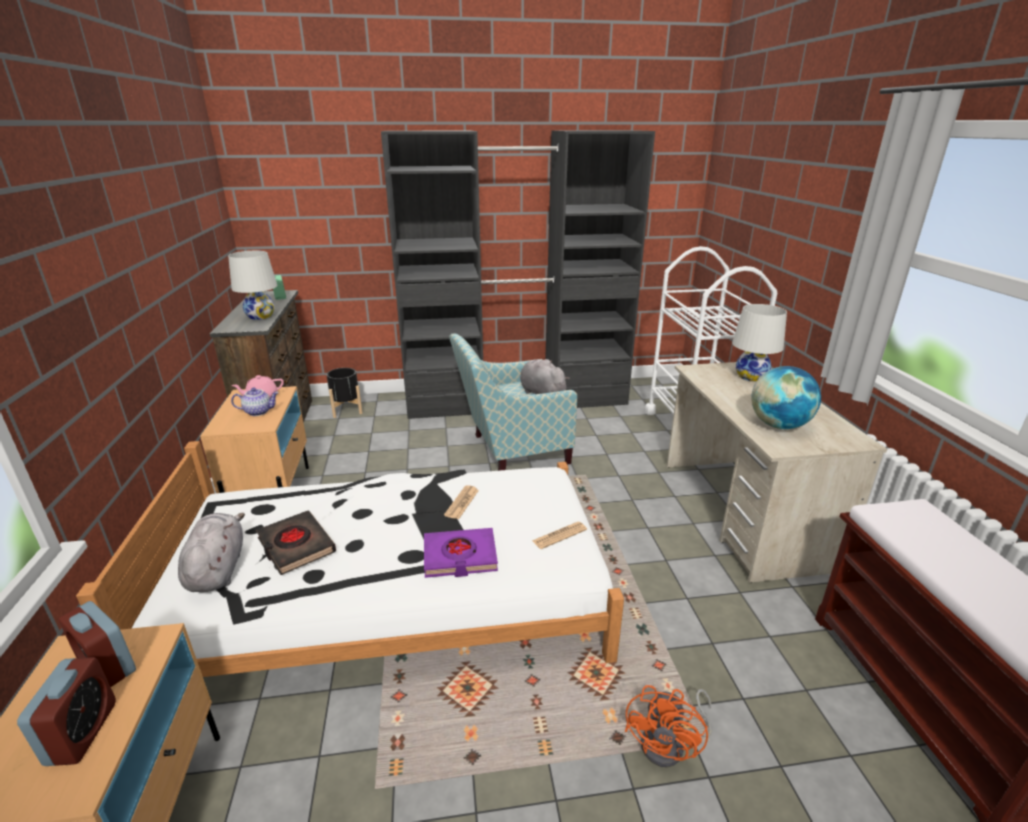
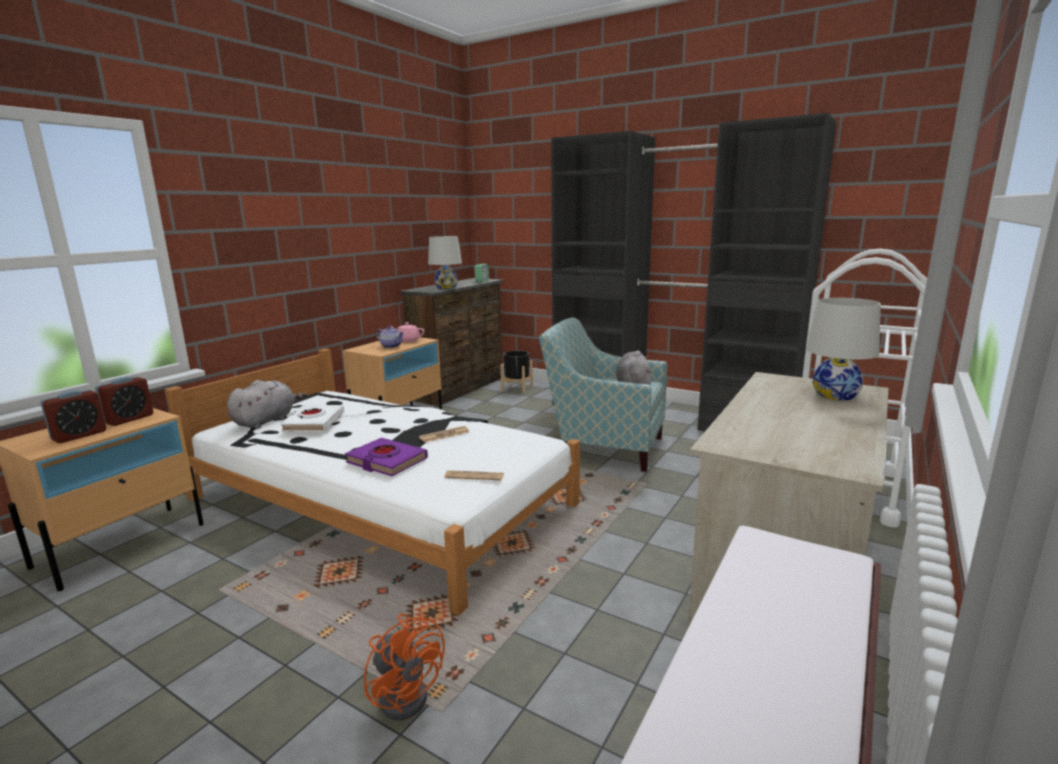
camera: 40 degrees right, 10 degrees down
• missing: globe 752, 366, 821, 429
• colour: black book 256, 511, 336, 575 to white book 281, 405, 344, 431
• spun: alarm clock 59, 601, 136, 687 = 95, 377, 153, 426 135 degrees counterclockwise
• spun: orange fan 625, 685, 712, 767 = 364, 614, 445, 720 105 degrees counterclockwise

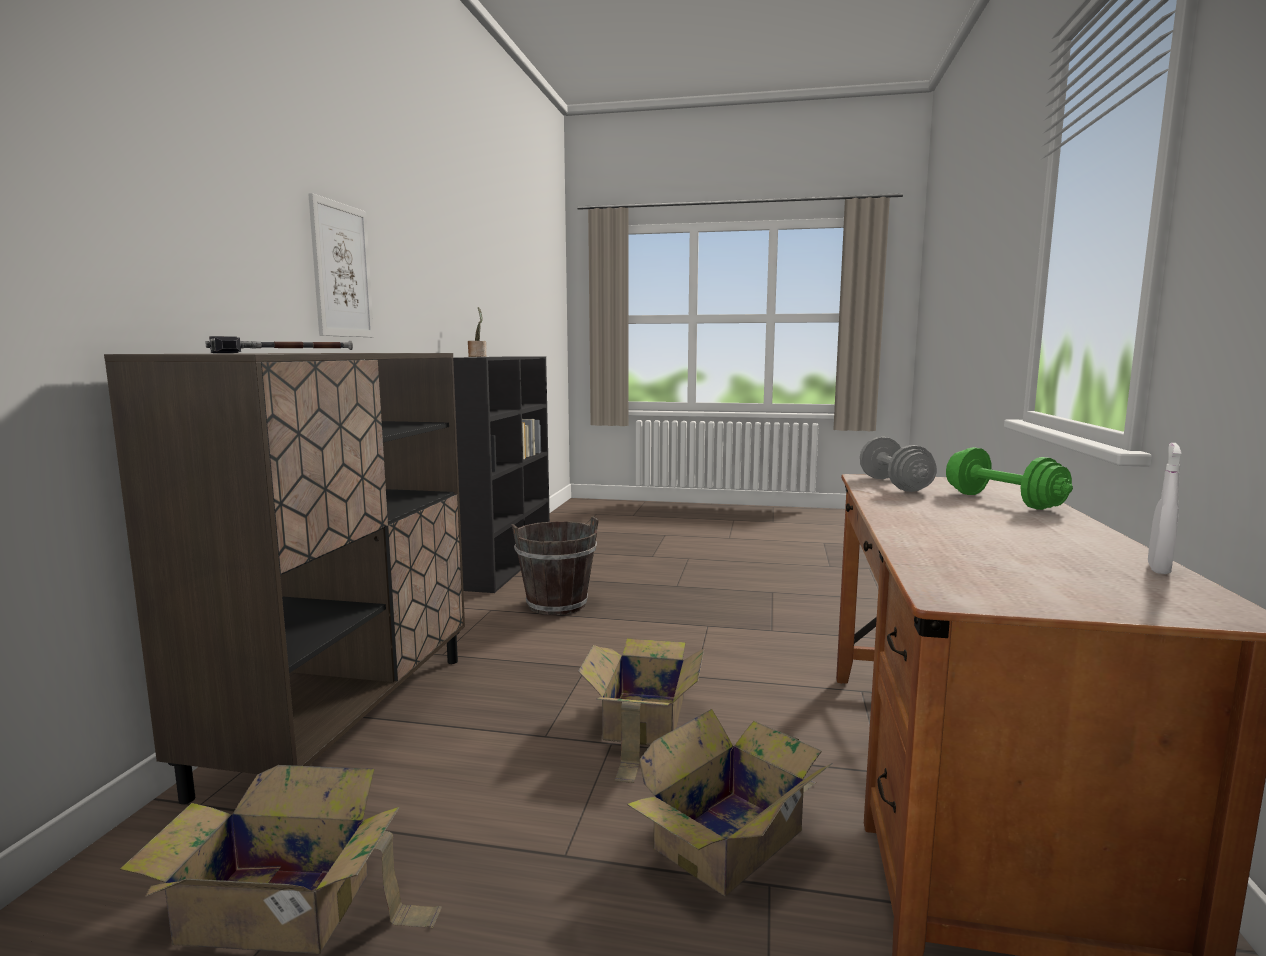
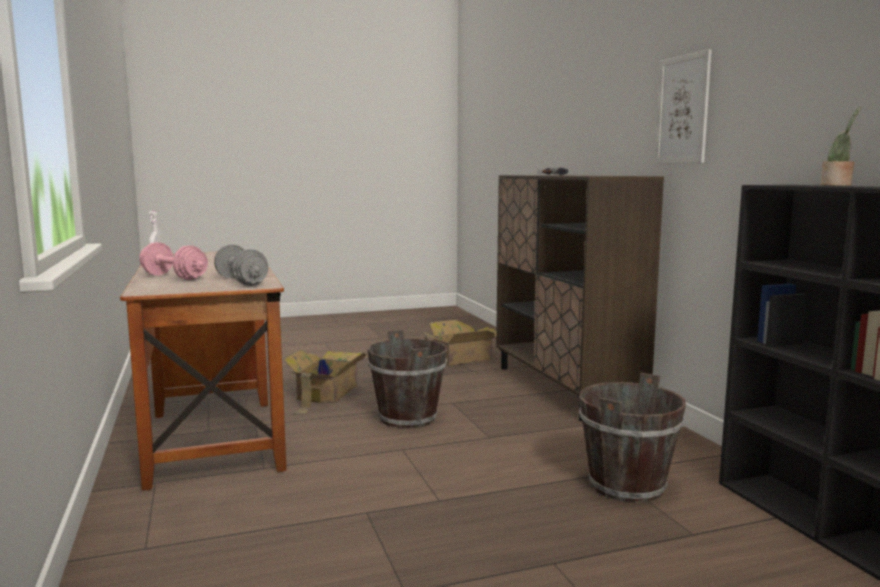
camera: 150 degrees right, 0 degrees up
• colour: green dumbbell 946, 447, 1073, 510 to pink dumbbell 139, 242, 208, 280
• exchanged: cardboard box 578, 638, 704, 783 to brown bucket 367, 330, 447, 429

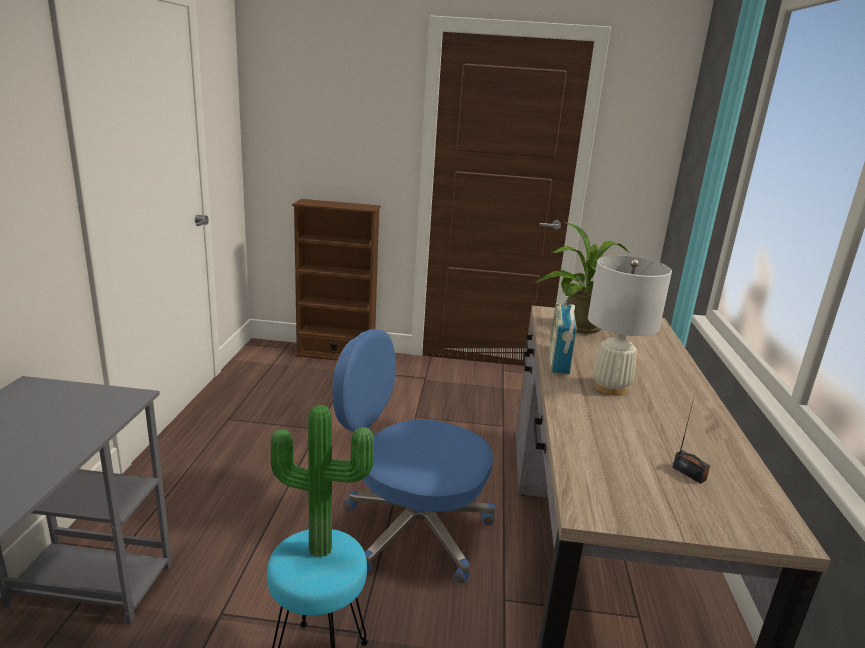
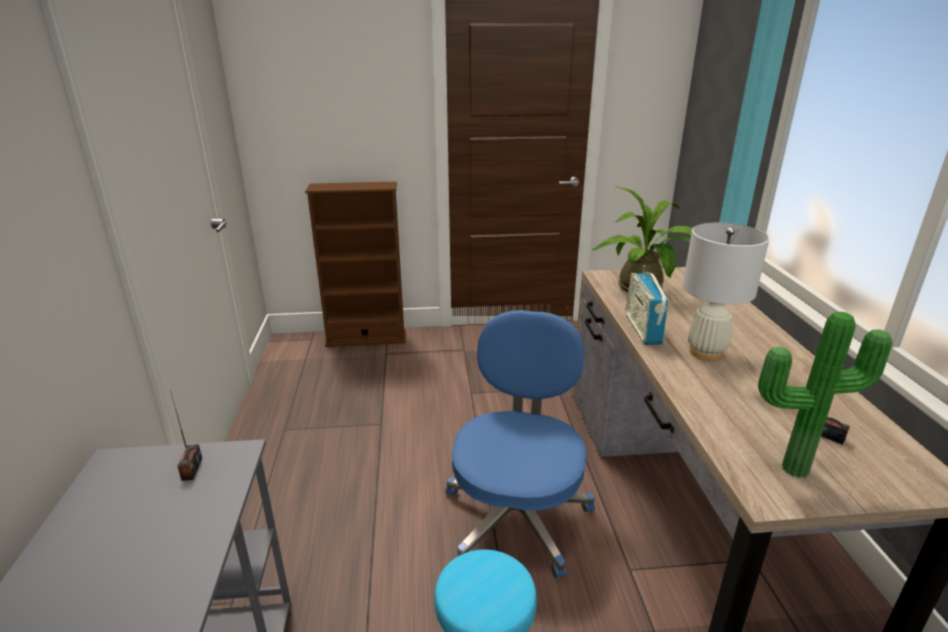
camera: 10 degrees left, 5 degrees up
• spun: blue office chair 332, 329, 495, 584 = 445, 310, 595, 578 90 degrees clockwise
• relocated: potted plant 271, 405, 374, 558 to 758, 312, 892, 478
• appeared: radio 170, 390, 202, 481

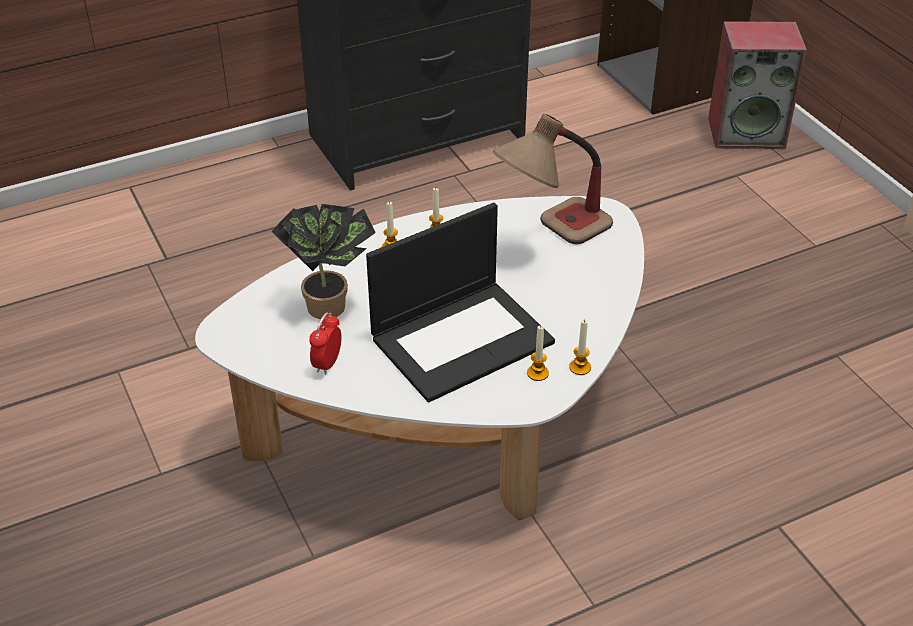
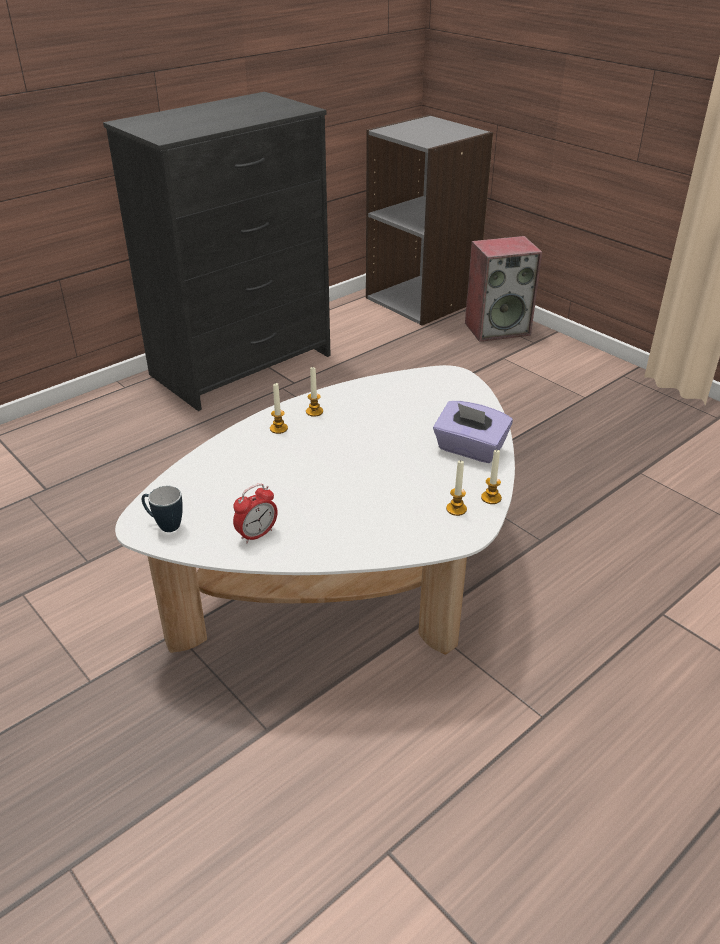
camera: 15 degrees left, 5 degrees down
• missing: table lamp 493, 114, 613, 244
• missing: laptop 366, 203, 555, 403
• missing: potted plant 271, 204, 376, 319
• spun: alarm clock 309, 313, 342, 375 = 233, 483, 278, 543 135 degrees counterclockwise
• appeared: purple tissue box 433, 401, 513, 463
• appeared: mug 142, 486, 183, 532

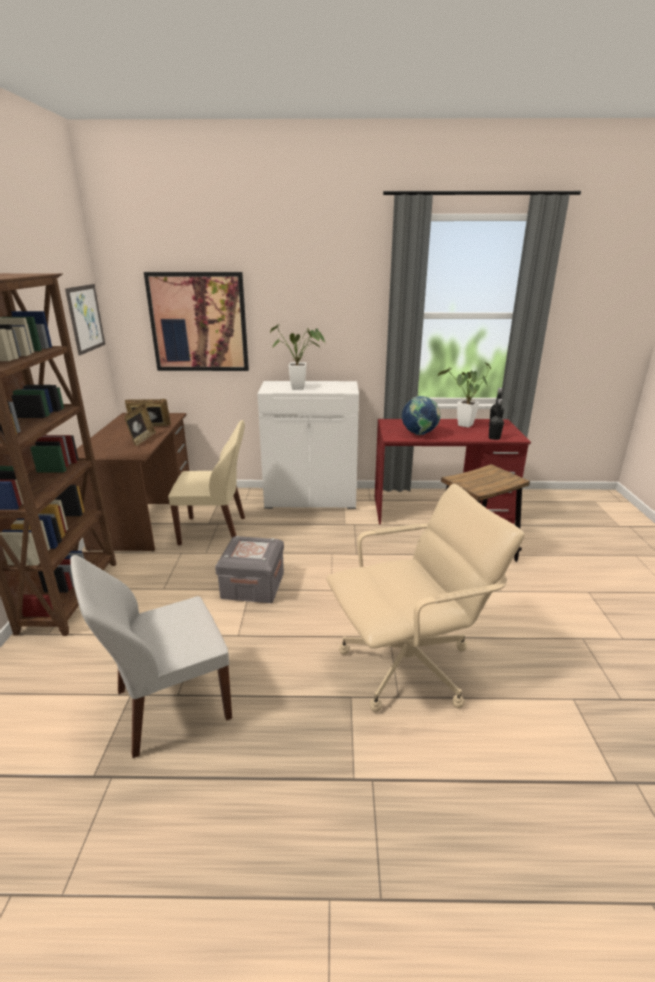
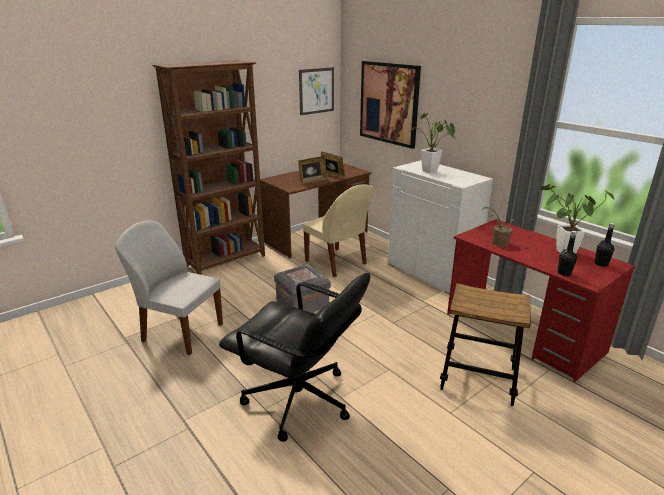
camera: 50 degrees right, 0 degrees up
• exchanged: globe 402, 396, 441, 435 to potted plant 482, 207, 514, 247
• colour: beige office chair 326, 484, 524, 712 to black office chair 219, 273, 370, 442

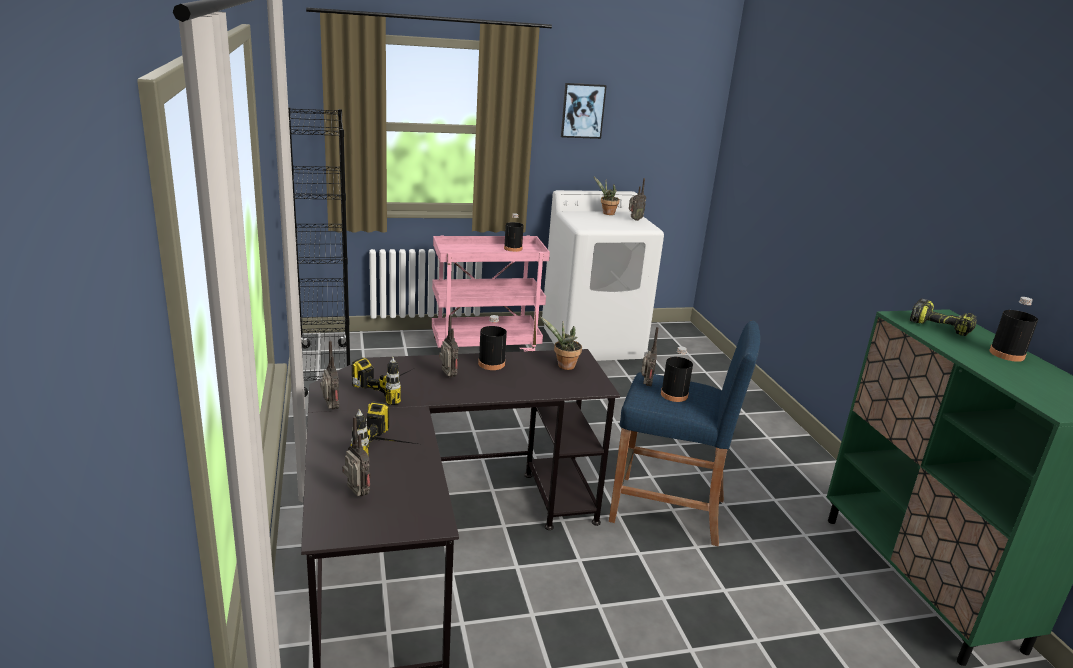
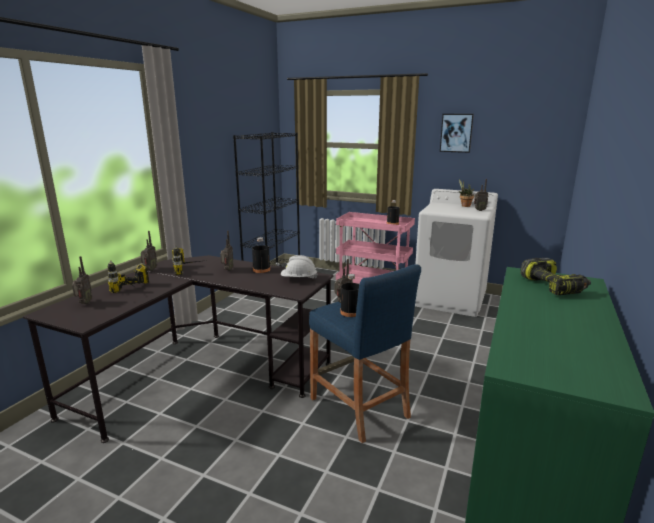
camera: 40 degrees right, 5 degrees down
• missing: black bottle 989, 297, 1038, 362
• exchanged: potted plant 539, 316, 582, 370 to white hard hat 281, 255, 317, 279

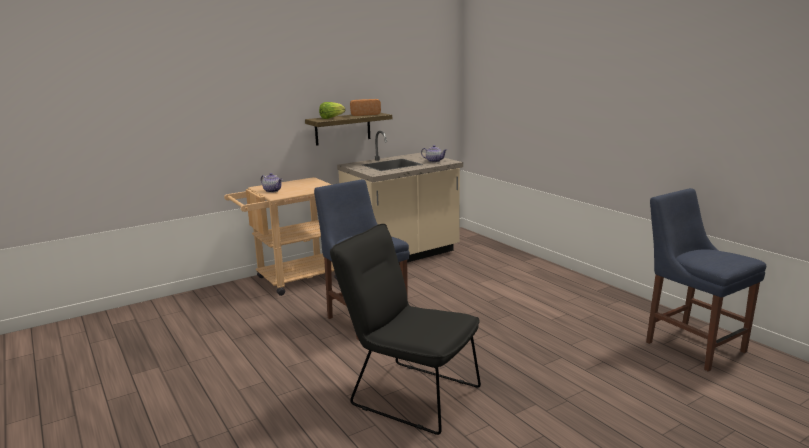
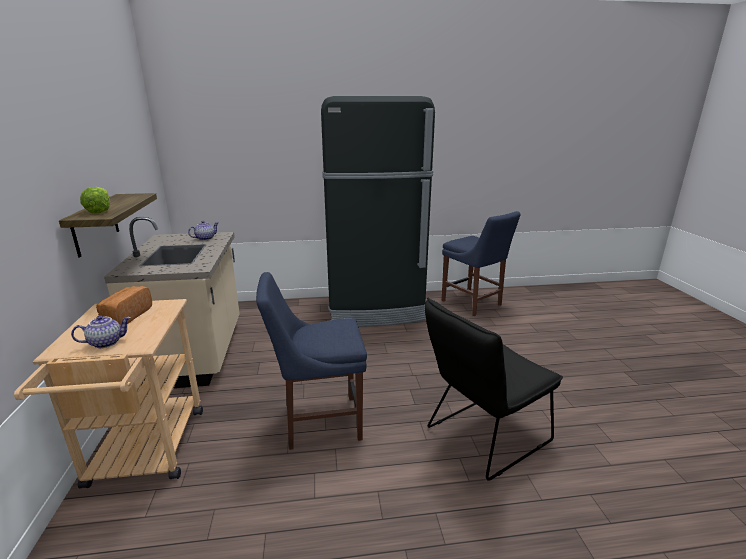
camera: 65 degrees left, 5 degrees up
• relocated: bread 350, 99, 381, 116 to 96, 286, 152, 324
• spun: blue chair 646, 188, 766, 372 = 442, 211, 521, 316 120 degrees counterclockwise
• appeared: black fridge 321, 96, 435, 327

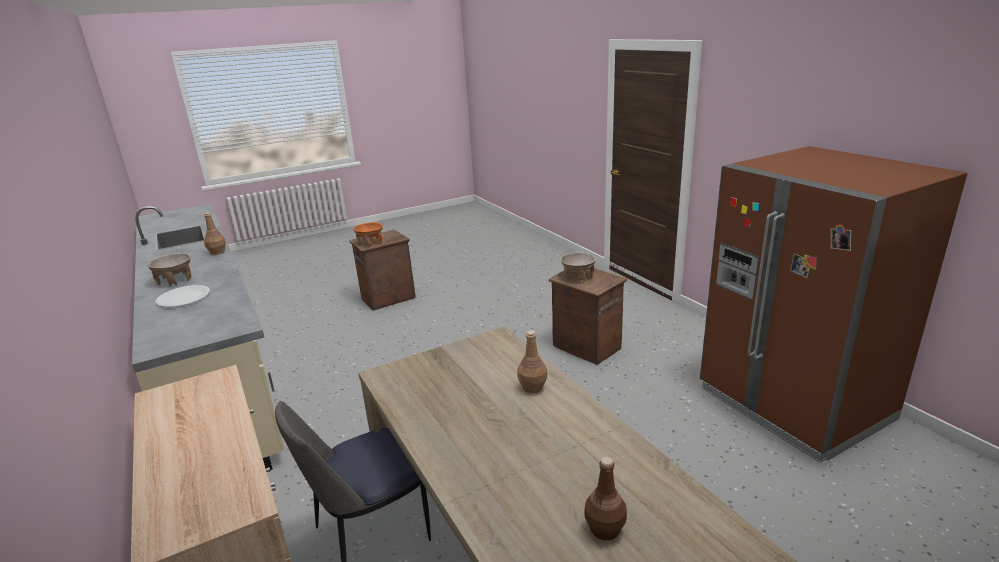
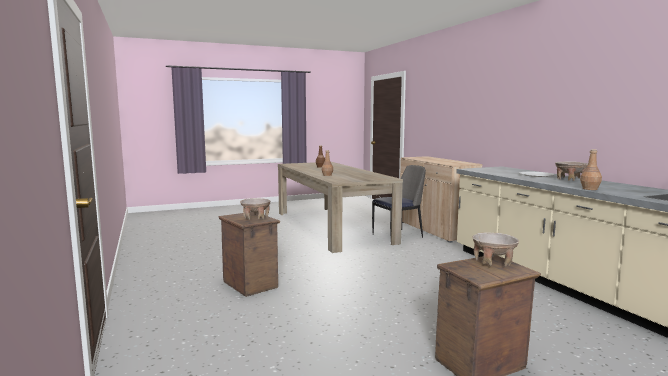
camera: 175 degrees left, 15 degrees down
• missing: brown fridge 700, 146, 968, 463
• colour: orange bowl 353, 222, 383, 247 to beige bowl 472, 232, 519, 267

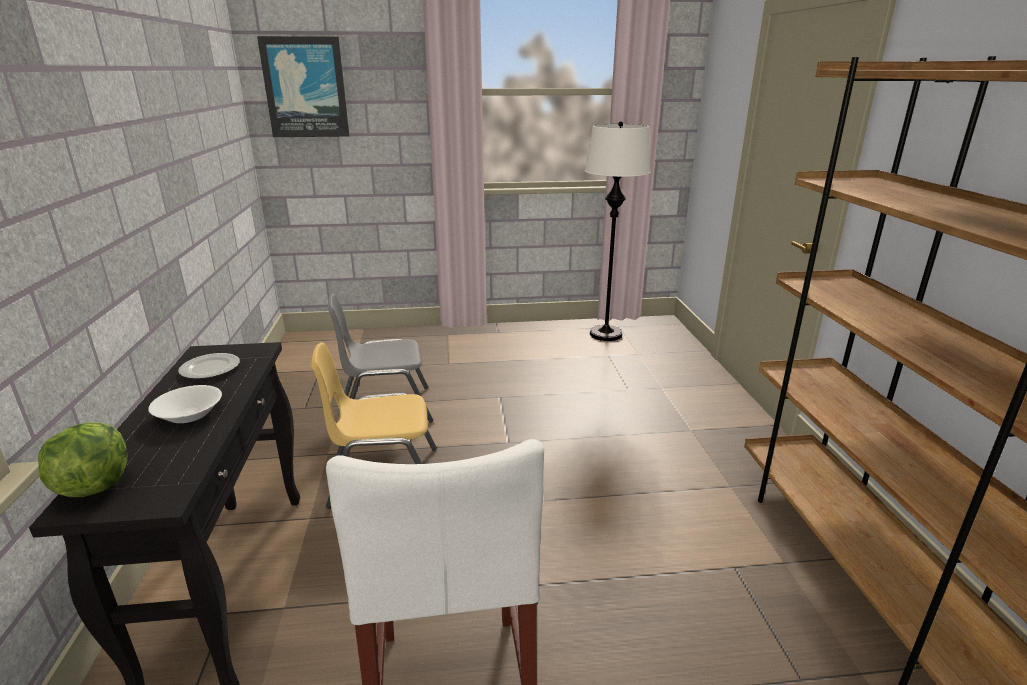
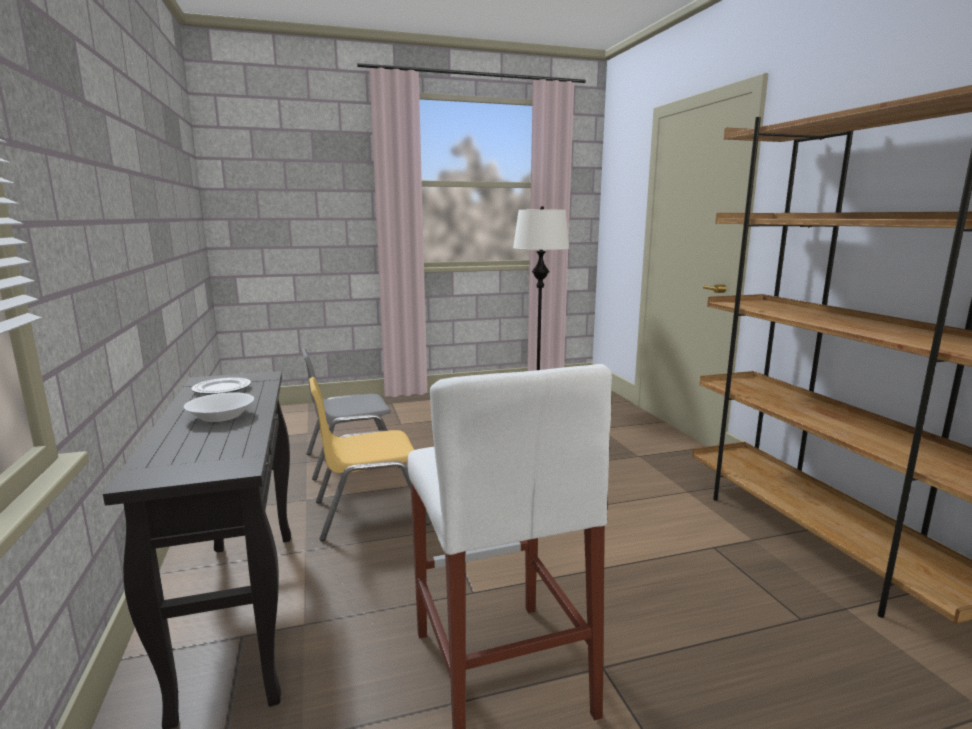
camera: 10 degrees left, 10 degrees down
• missing: picture 257, 36, 349, 137
• missing: lettuce 38, 422, 128, 497

